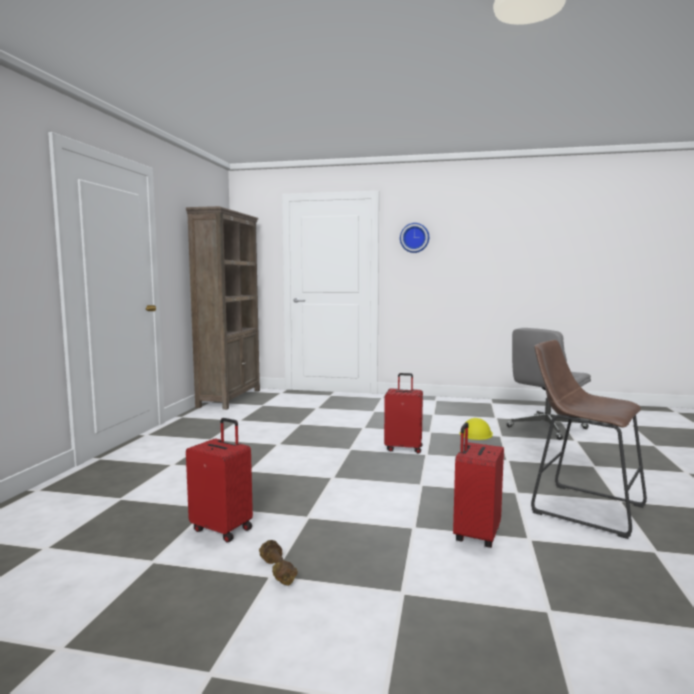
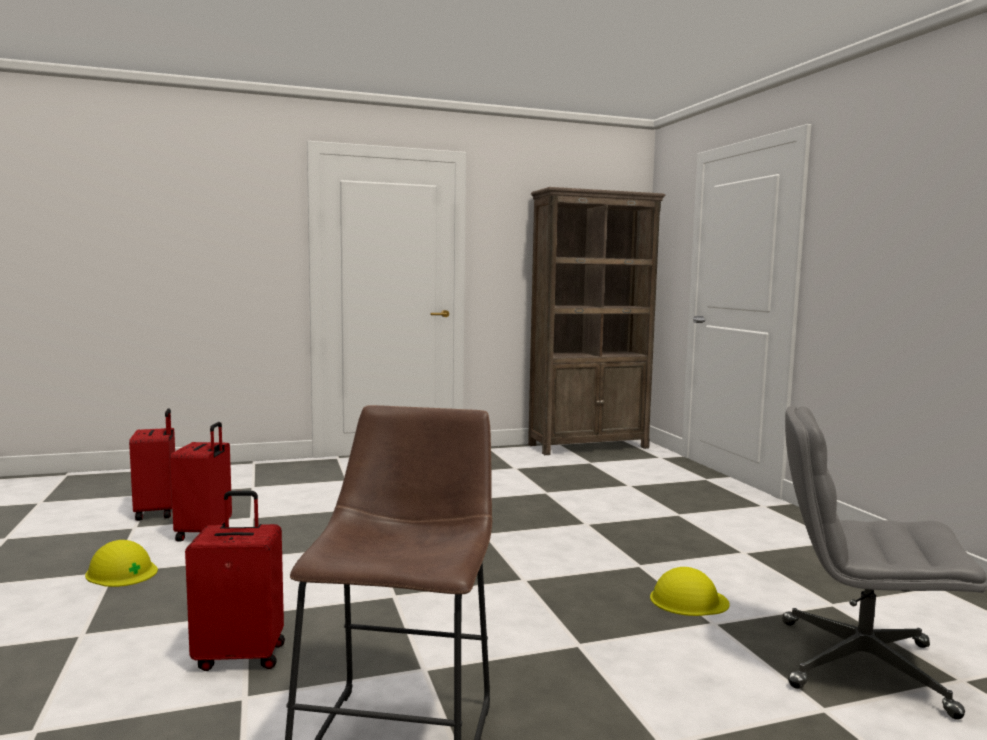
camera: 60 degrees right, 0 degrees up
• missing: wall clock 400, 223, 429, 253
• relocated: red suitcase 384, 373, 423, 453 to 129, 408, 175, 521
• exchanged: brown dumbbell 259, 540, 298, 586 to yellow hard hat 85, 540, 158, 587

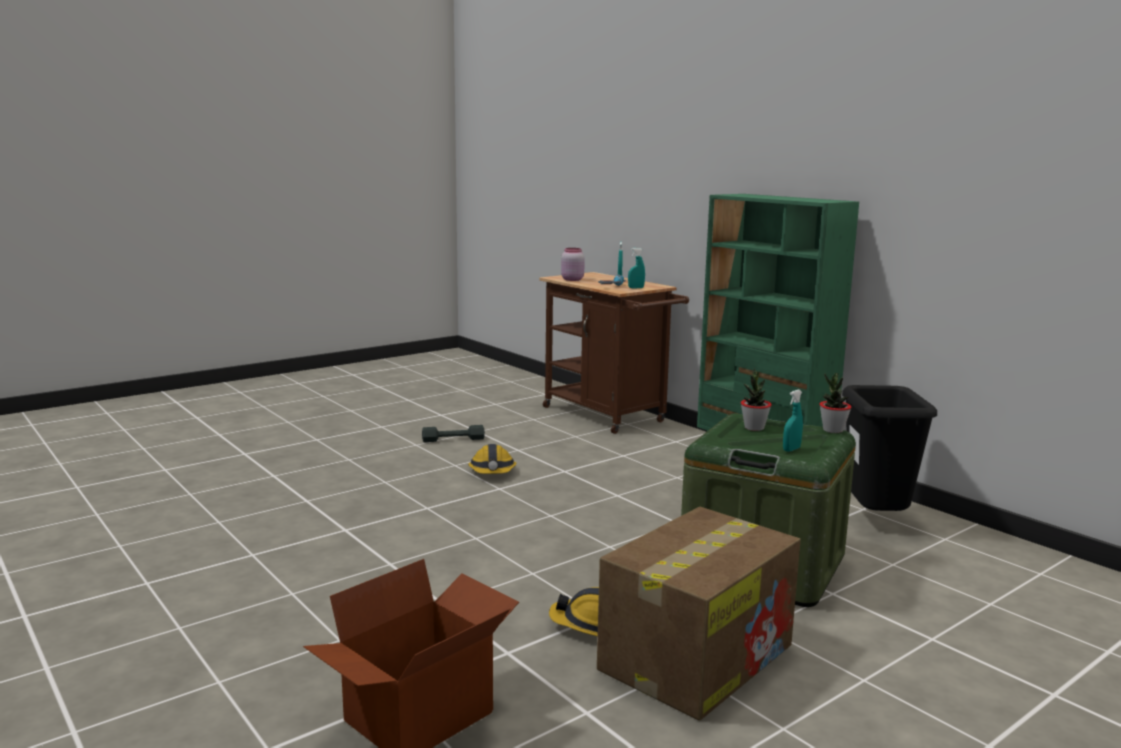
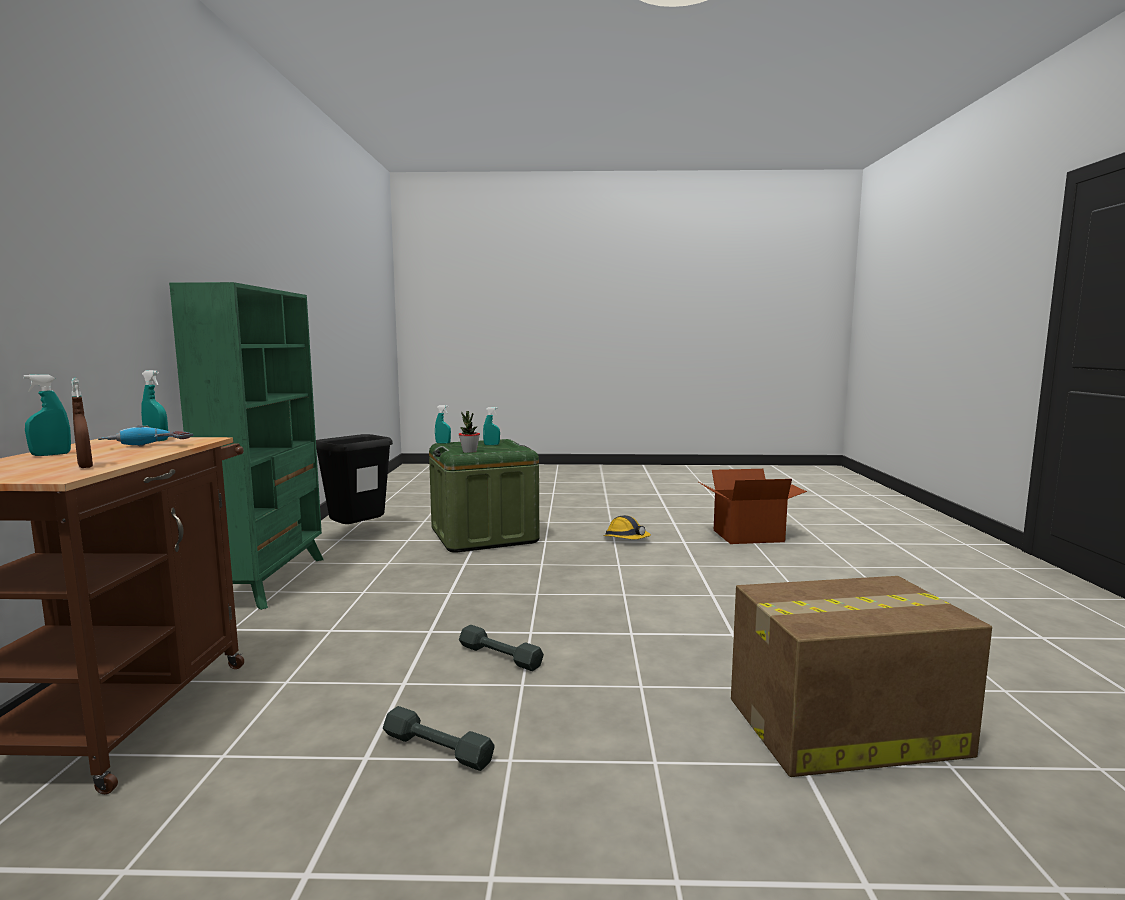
camera: 140 degrees left, 5 degrees down
• exchanged: pink jar 561, 248, 585, 281 to brown spray bottle 71, 378, 93, 468
• exchanged: potted plant 820, 373, 852, 433 to turquoise spray bottle 435, 405, 451, 444
• exchanged: hard hat 468, 444, 516, 474 to grey dumbbell 459, 625, 544, 671
• relocated: cardboard box 597, 507, 801, 720 to 731, 576, 992, 777

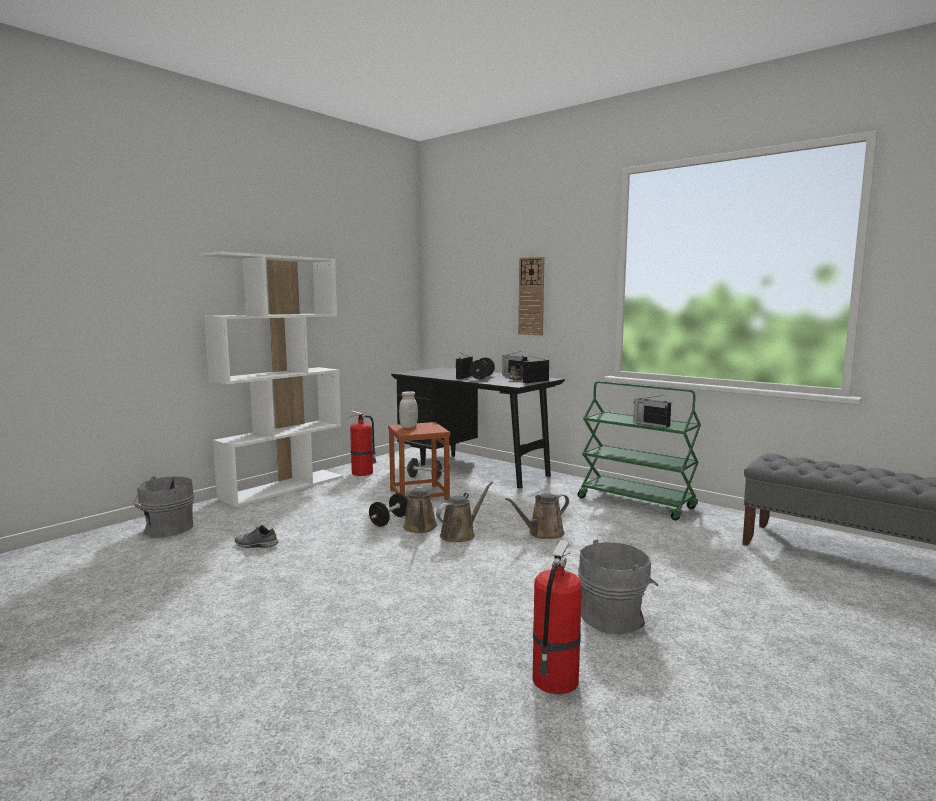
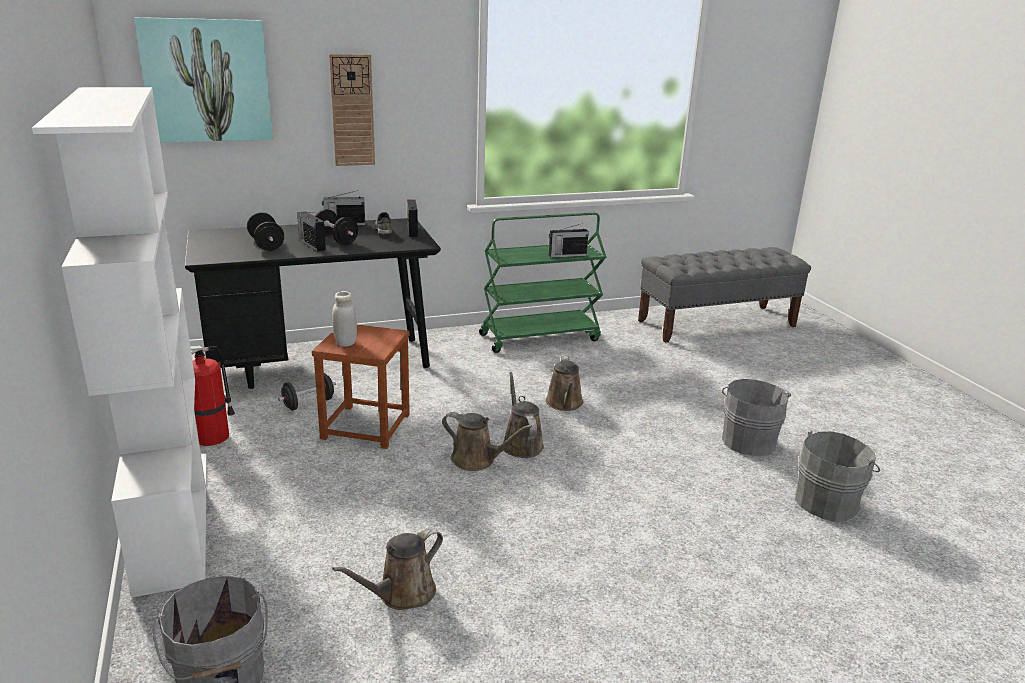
camera: 60 degrees left, 15 degrees up
• relocated: black dumbbell 369, 493, 408, 527 to 247, 212, 284, 251
• exchanged: grey shoe 235, 525, 278, 548 to brown watering can 332, 528, 443, 610
• exchanged: fire extinguisher 533, 540, 582, 694 to grey bucket 795, 431, 880, 522
• appeared: picture 134, 17, 273, 142

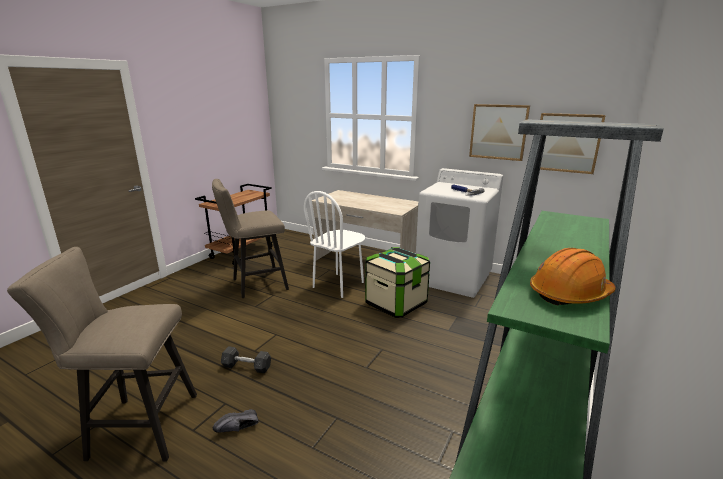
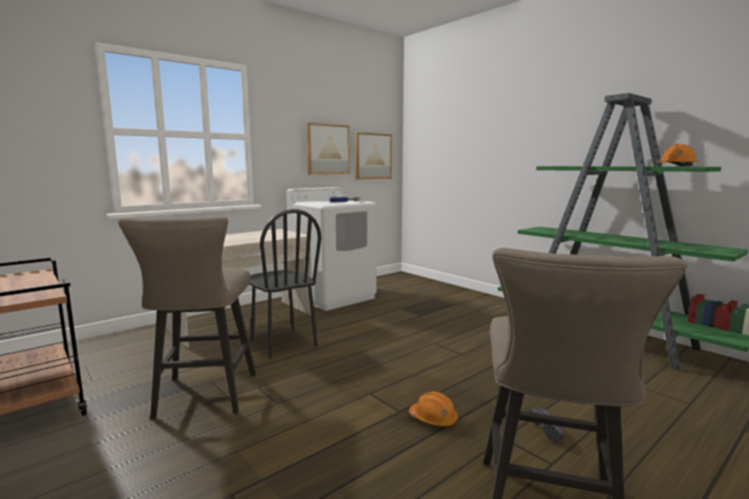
camera: 70 degrees left, 10 degrees down
• colour: white chair 304, 191, 365, 298 to black chair 249, 209, 321, 359
• missing: storage box 365, 247, 430, 318
• exchanged: grey dumbbell 221, 346, 271, 373 to orange hard hat 409, 391, 458, 428

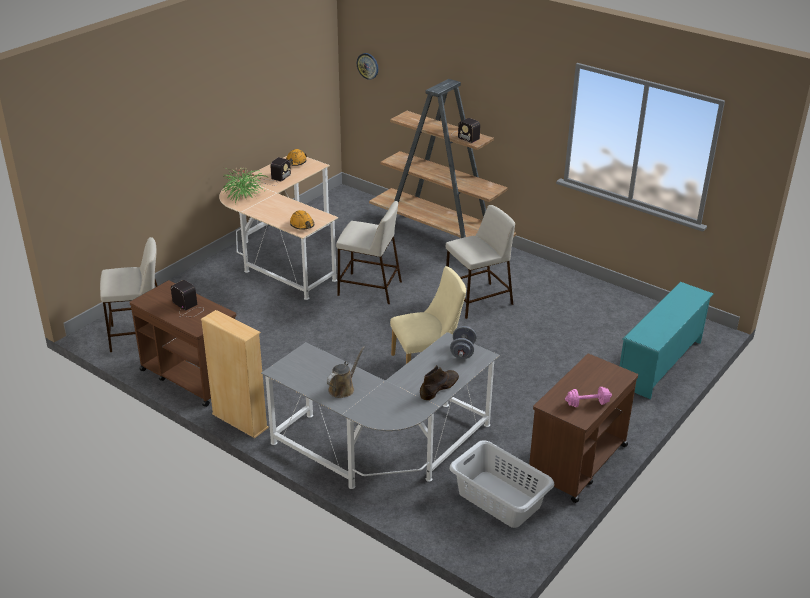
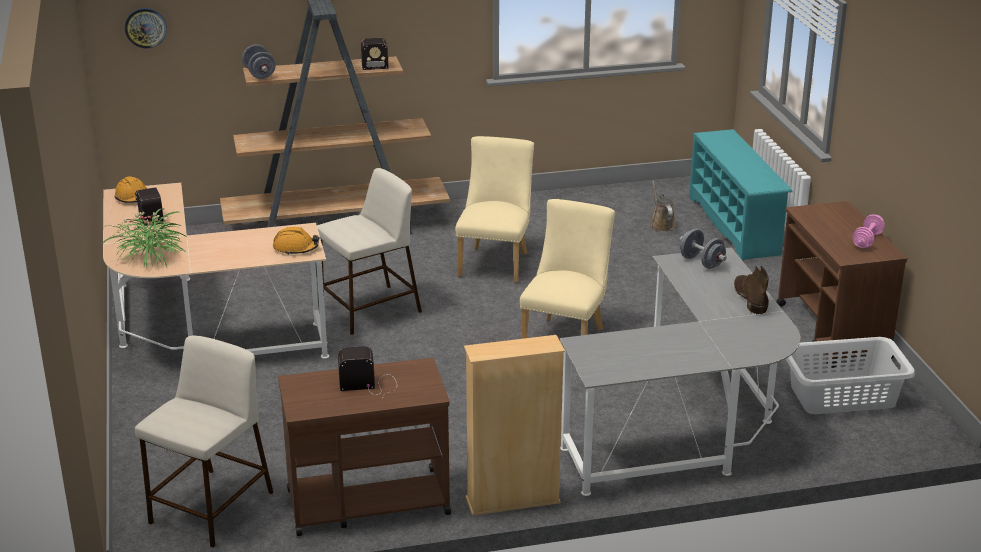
camera: 50 degrees left, 5 degrees down
• exchanged: beige stool 446, 205, 515, 319 to beige chair 455, 136, 534, 283
• relocated: brown watering can 327, 346, 365, 398 to 650, 181, 676, 232
• appeared: grey dumbbell 242, 44, 276, 79

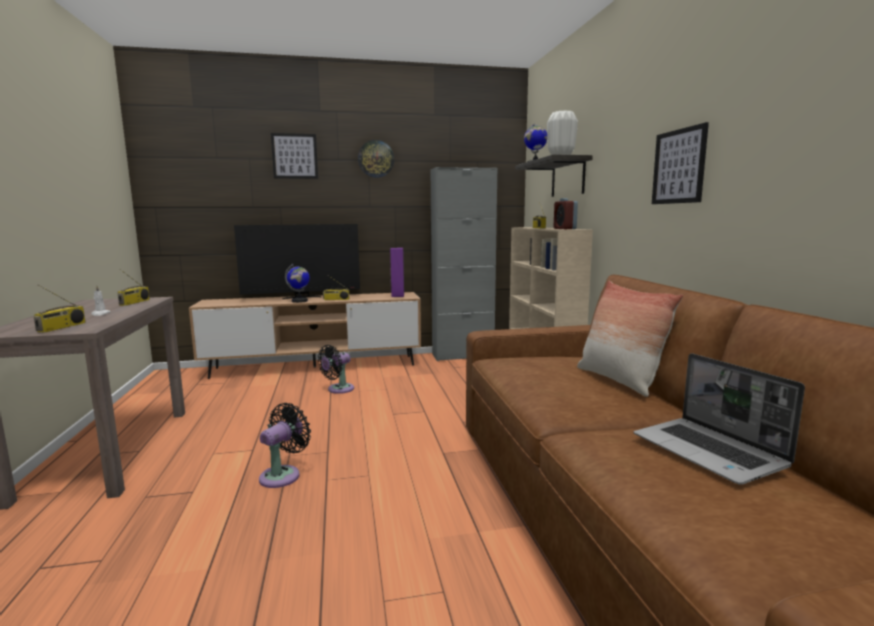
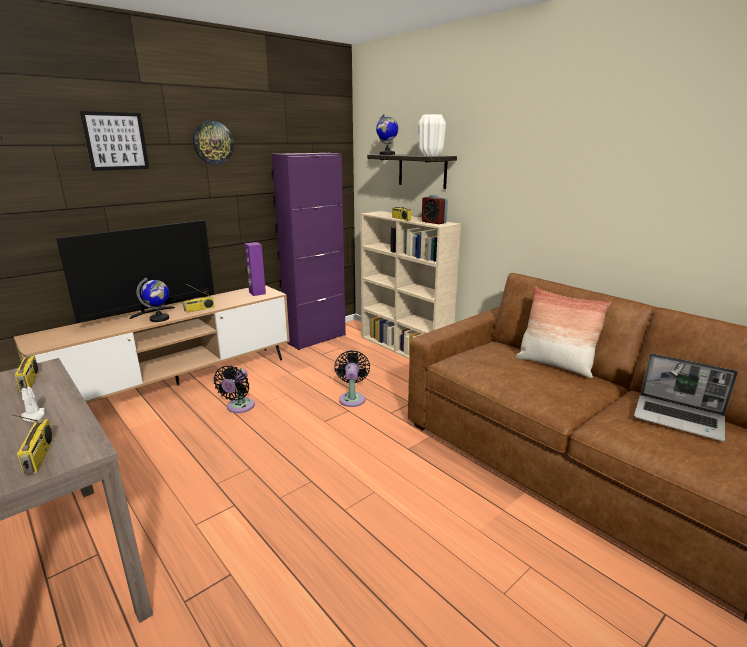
camera: 30 degrees left, 10 degrees up
• missing: picture 652, 122, 709, 204
• colour: grey cabinet 431, 167, 497, 361 to purple cabinet 272, 153, 346, 350
• relocated: black fan 259, 403, 311, 488 to 334, 350, 370, 407

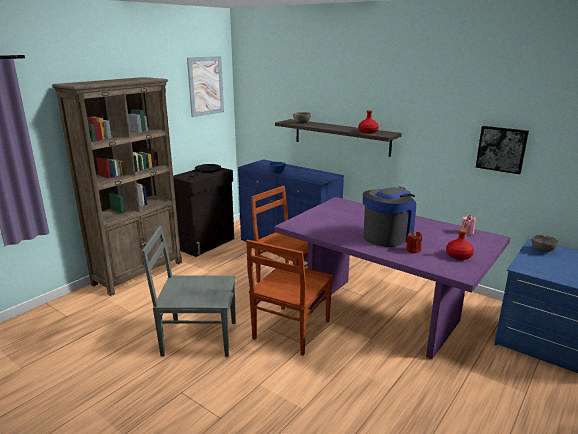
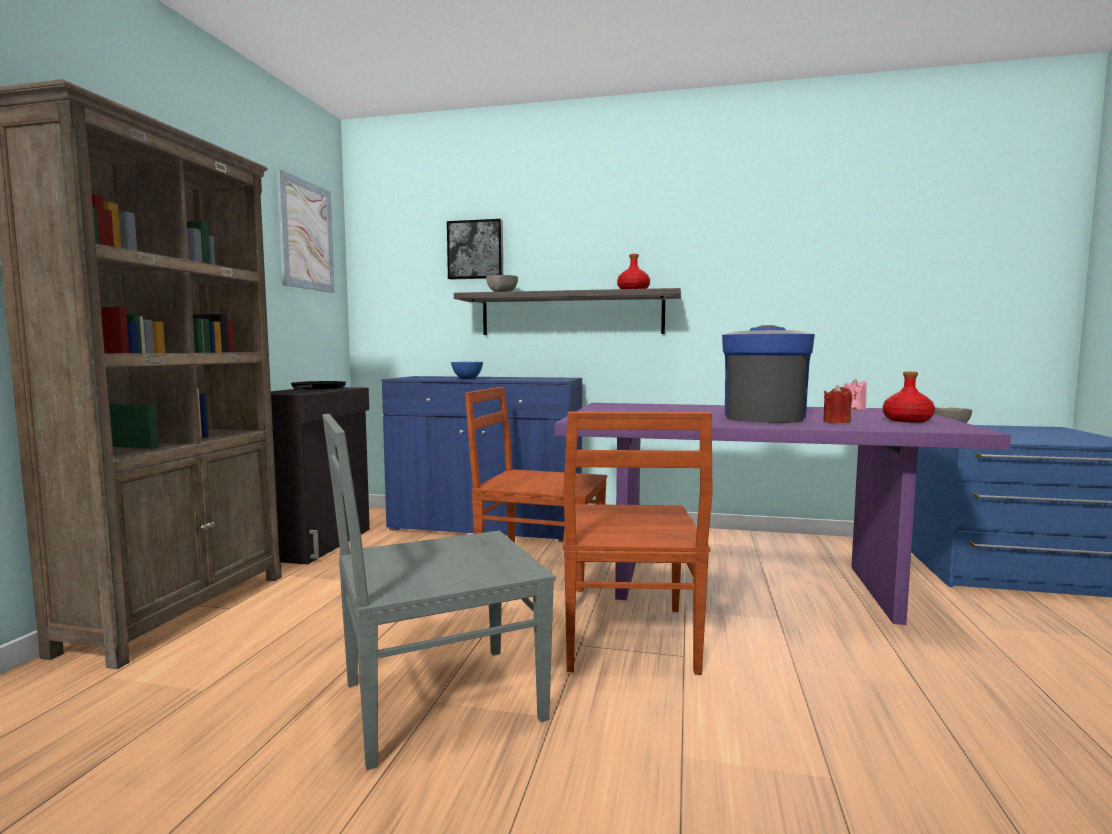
camera: 25 degrees left, 15 degrees down
• relocated: picture 476, 126, 529, 174 to 447, 219, 503, 280

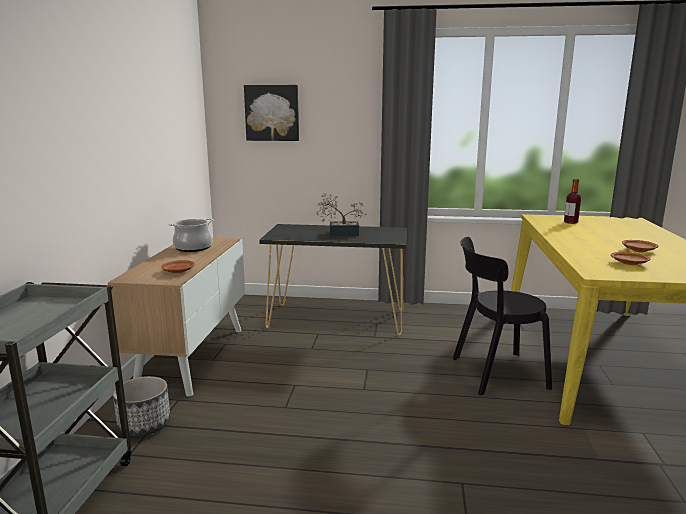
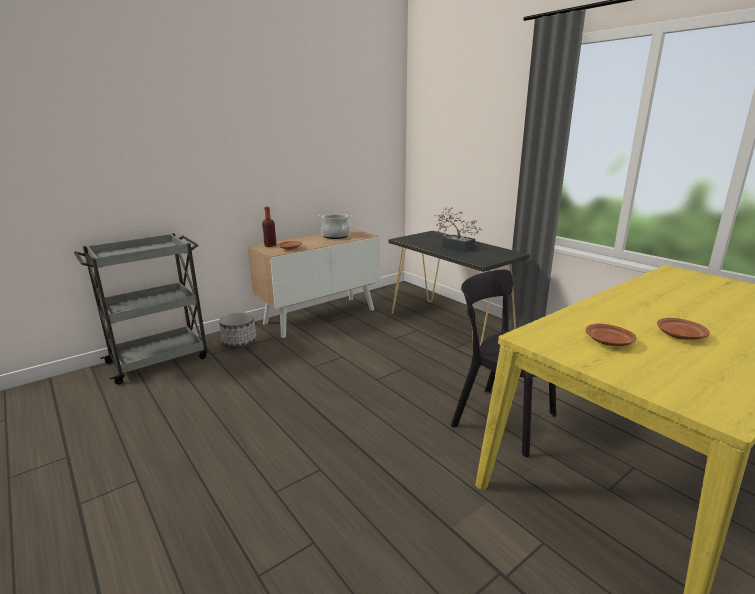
camera: 45 degrees right, 5 degrees up
• missing: picture 244, 85, 299, 141
• relocated: bottle 564, 179, 581, 224 to 262, 207, 276, 247

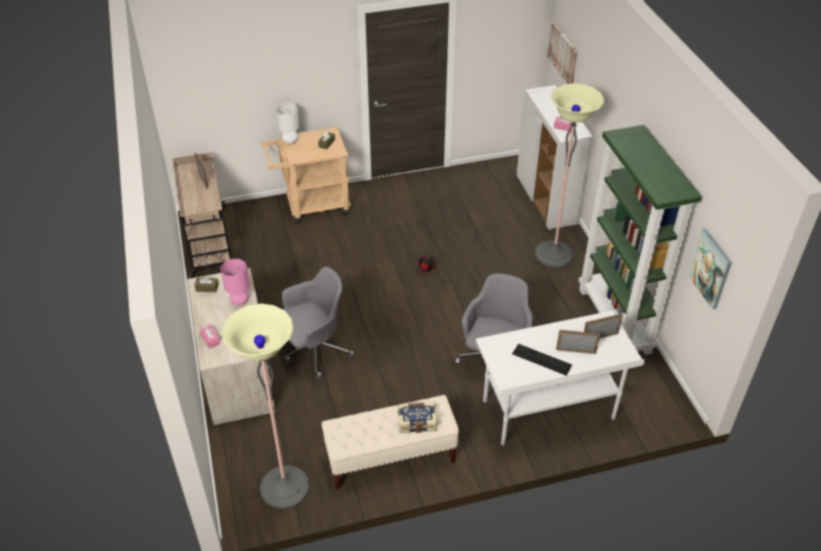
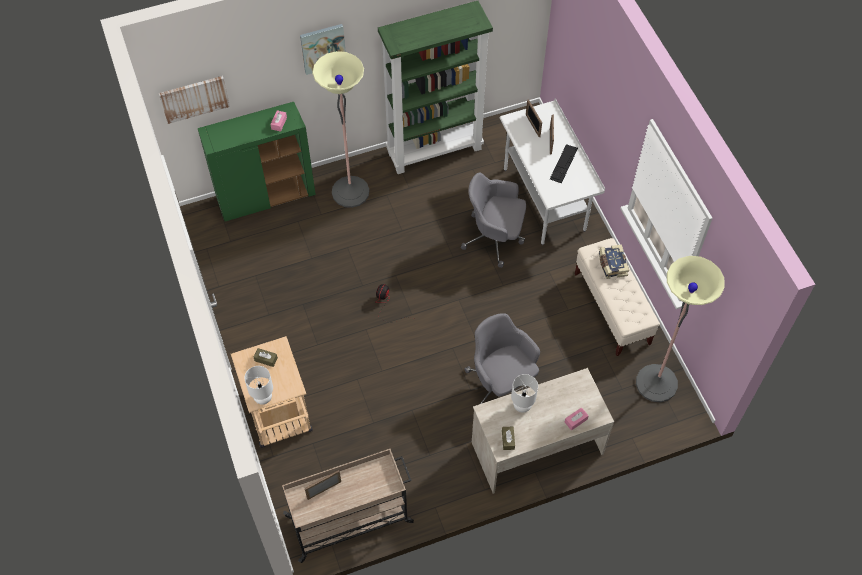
camera: 95 degrees left, 15 degrees up
• colour: white cabinet 516, 85, 593, 230 to green cabinet 198, 102, 316, 222
• relocated: picture 688, 228, 732, 309 to 300, 24, 346, 75
• colour: pink table lamp 221, 259, 250, 306 to white table lamp 511, 374, 538, 413

